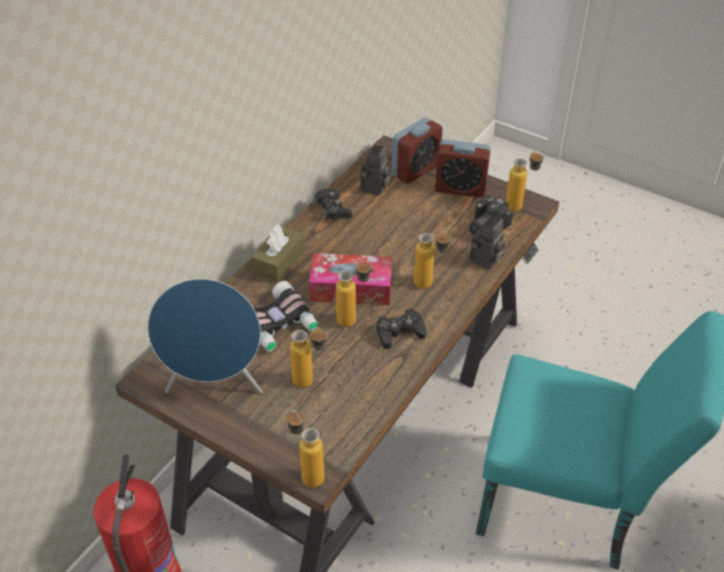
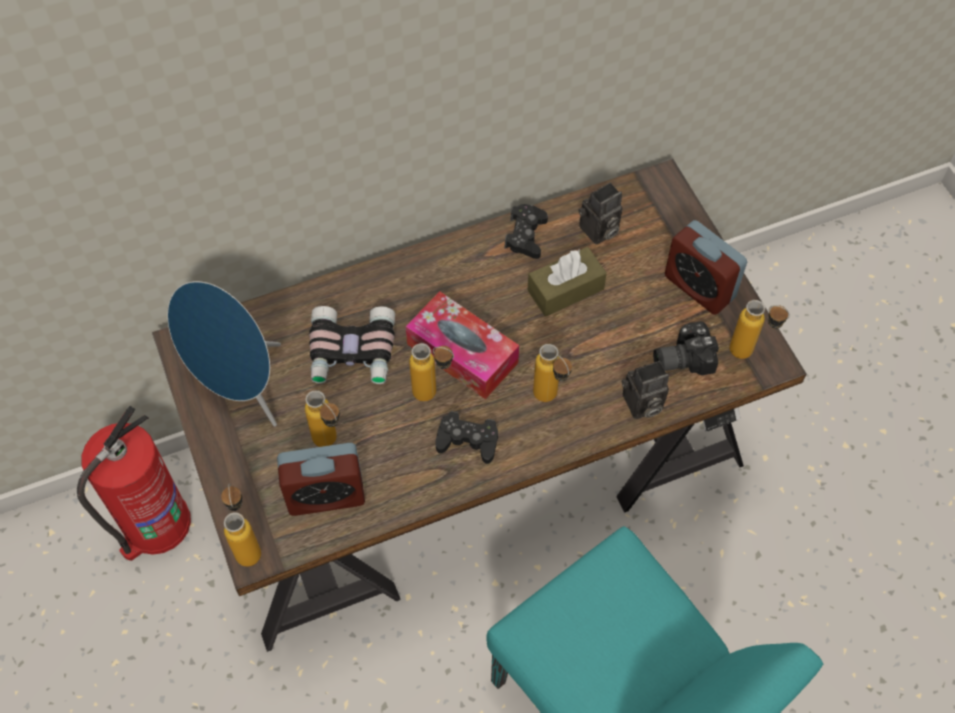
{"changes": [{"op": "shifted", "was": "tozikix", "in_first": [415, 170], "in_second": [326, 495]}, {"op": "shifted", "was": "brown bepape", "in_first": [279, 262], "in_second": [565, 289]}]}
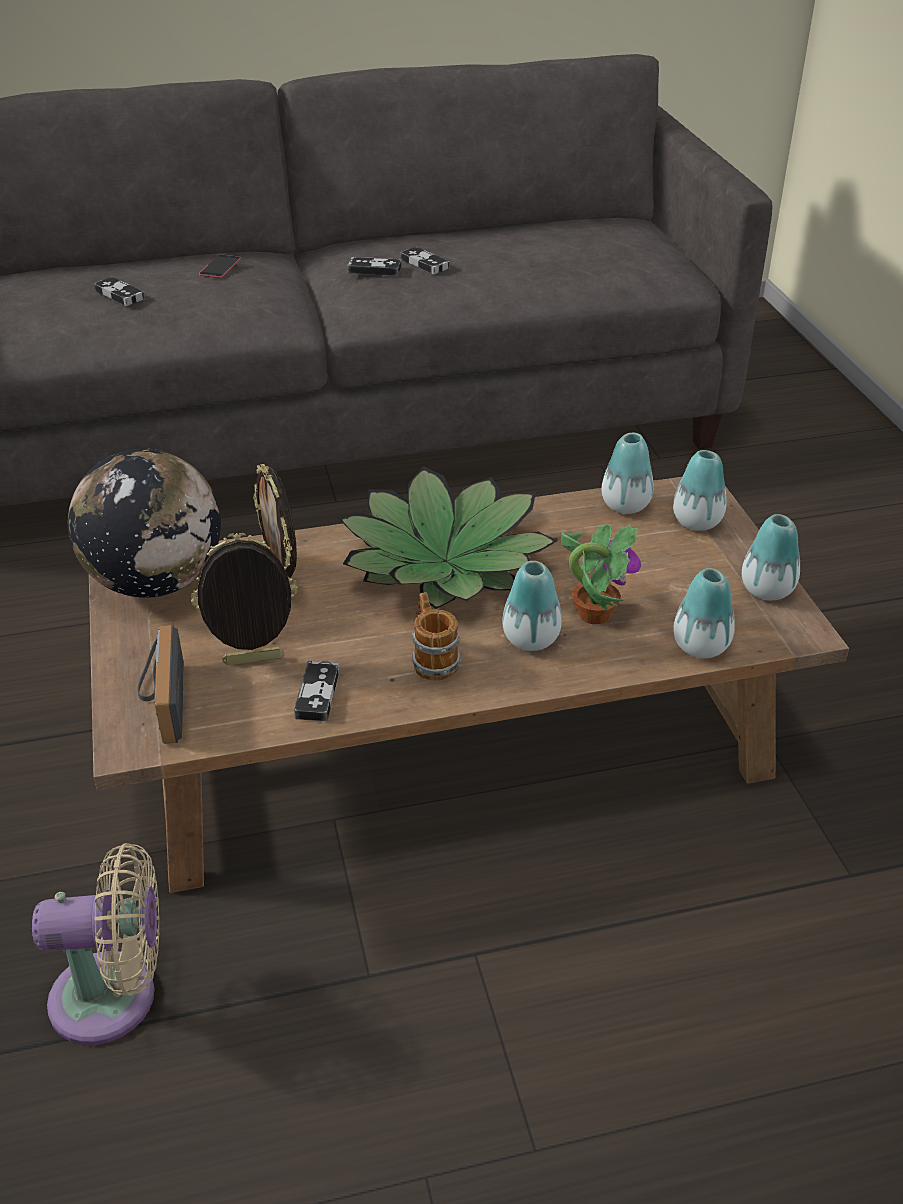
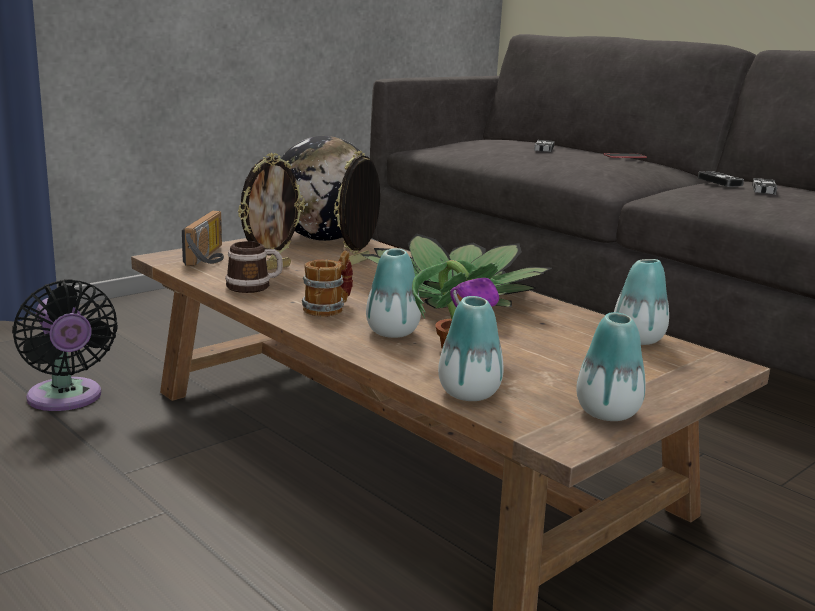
{"changes": [{"op": "repainted", "was": "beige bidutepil", "now": "black bidutepil", "in_first": [115, 997], "in_second": [66, 399]}, {"op": "rotated", "was": "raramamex", "in_first": [160, 701], "in_second": [210, 256], "clockwise": 135}, {"op": "swapped", "was": "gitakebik", "now": "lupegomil", "in_first": [317, 694], "in_second": [254, 286]}, {"op": "rotated", "was": "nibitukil", "in_first": [253, 662], "in_second": [270, 268], "clockwise": 90}, {"op": "gone", "was": "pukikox", "in_first": [696, 522]}]}
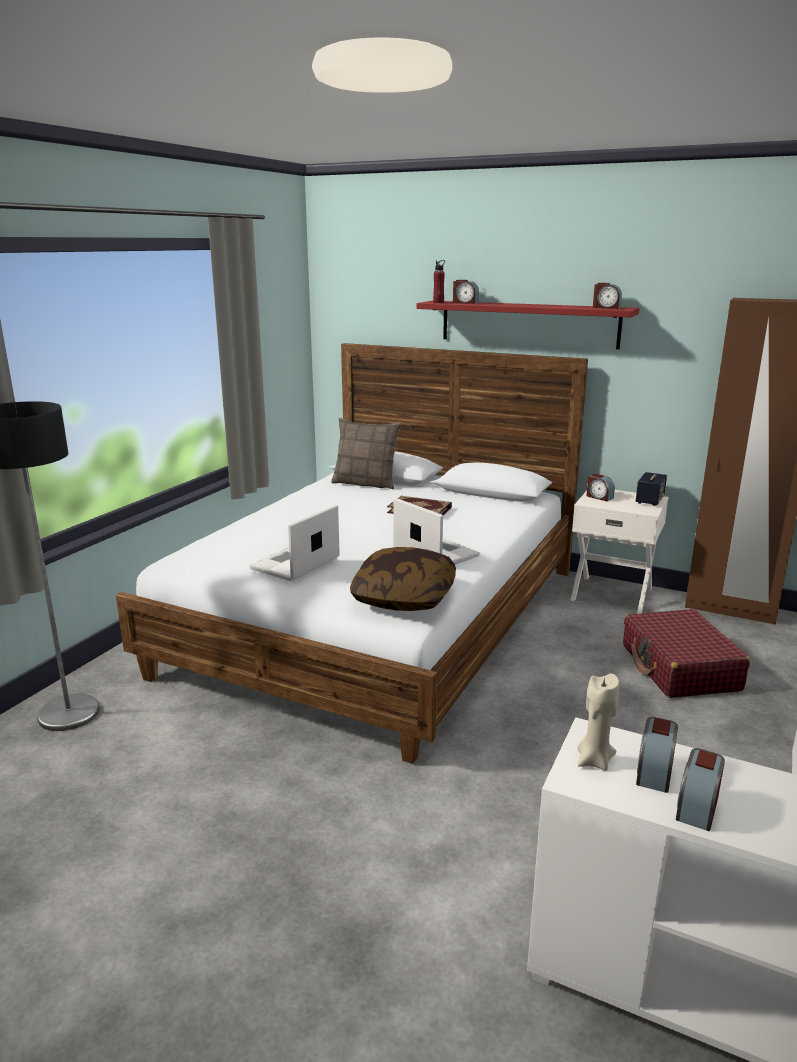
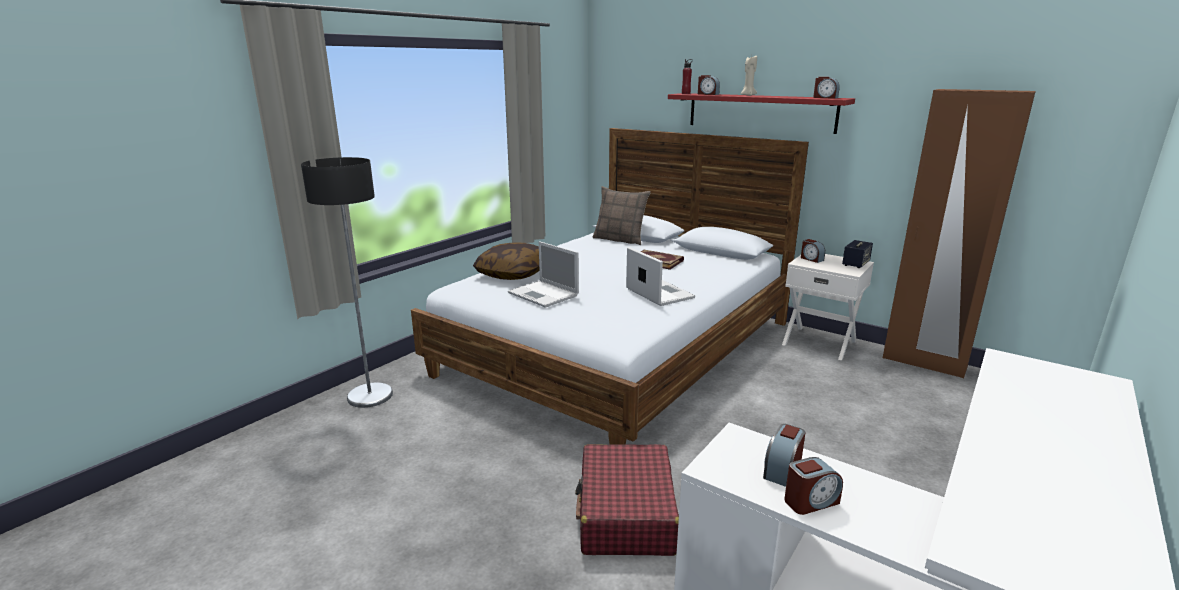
{"changes": [{"op": "shifted", "was": "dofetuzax", "in_first": [404, 597], "in_second": [513, 274]}, {"op": "rotated", "was": "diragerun", "in_first": [294, 564], "in_second": [544, 294], "clockwise": -90}, {"op": "shifted", "was": "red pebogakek", "in_first": [679, 668], "in_second": [626, 513]}, {"op": "shifted", "was": "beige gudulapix", "in_first": [594, 761], "in_second": [747, 95]}, {"op": "rotated", "was": "tozikix", "in_first": [696, 807], "in_second": [810, 501], "clockwise": -150}]}
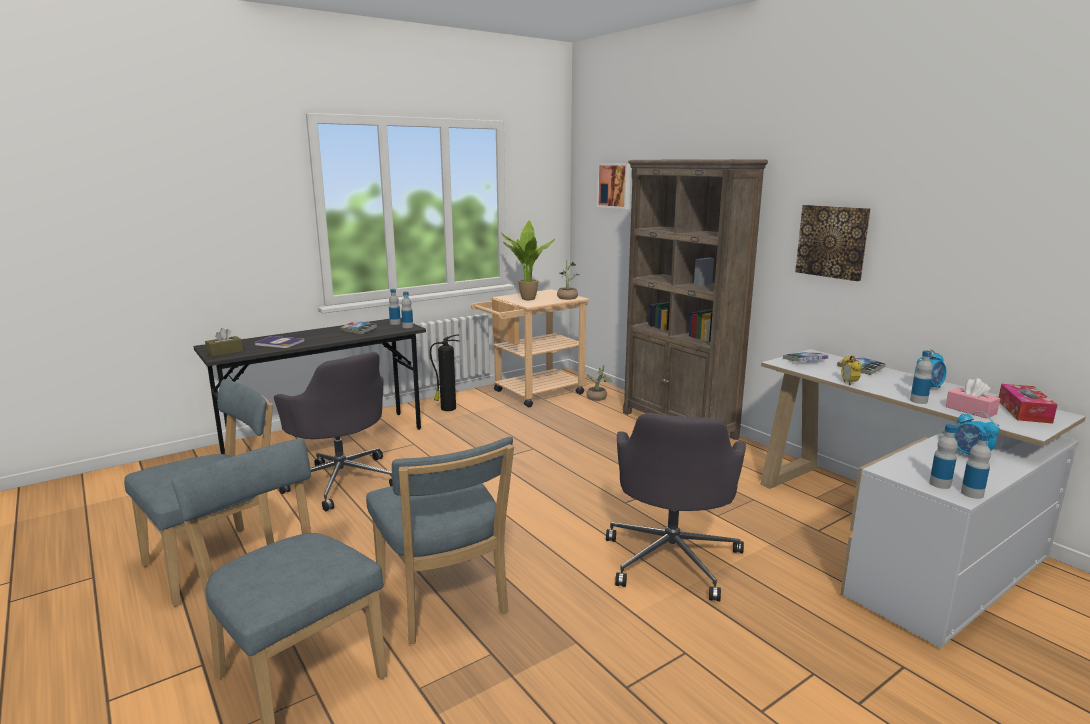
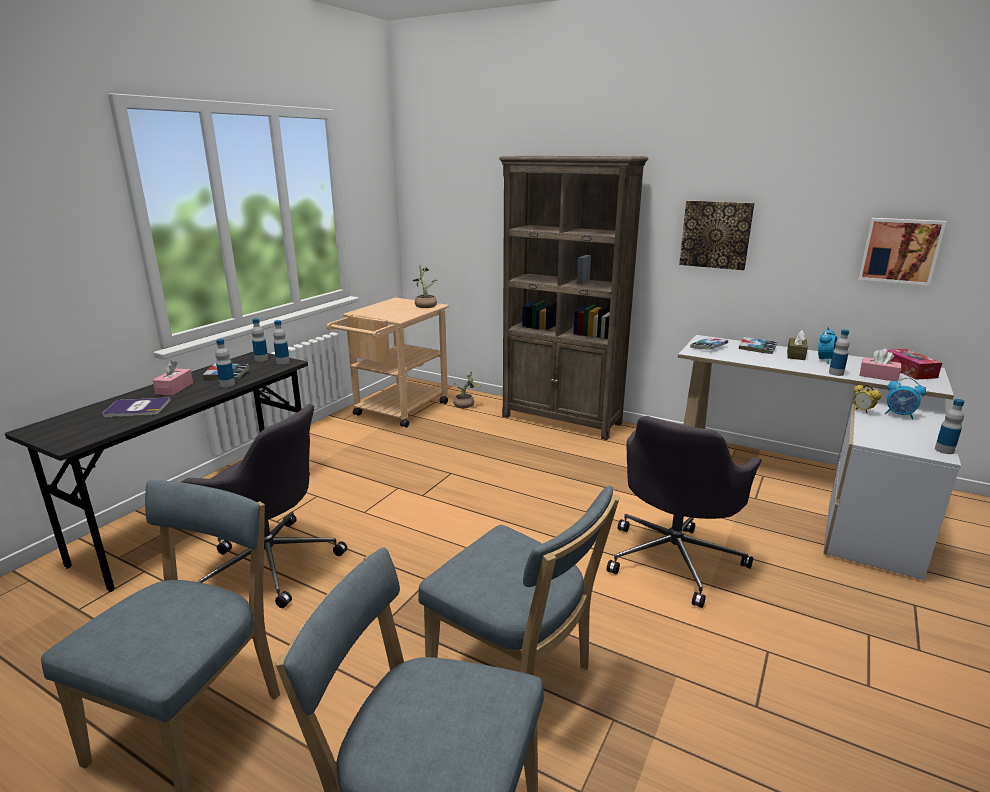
{"changes": [{"op": "new", "now": "pink bepape", "in_second": [174, 388]}, {"op": "shifted", "was": "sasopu", "in_first": [940, 484], "in_second": [227, 384]}, {"op": "rotated", "was": "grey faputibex", "in_first": [672, 558], "in_second": [674, 558], "clockwise": 45}, {"op": "shifted", "was": "brown bepape", "in_first": [225, 352], "in_second": [796, 355]}, {"op": "shifted", "was": "tozikix", "in_first": [849, 383], "in_second": [862, 411]}, {"op": "shifted", "was": "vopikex", "in_first": [615, 185], "in_second": [900, 250]}, {"op": "gone", "was": "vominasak", "in_first": [447, 408]}, {"op": "gone", "was": "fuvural", "in_first": [526, 299]}]}
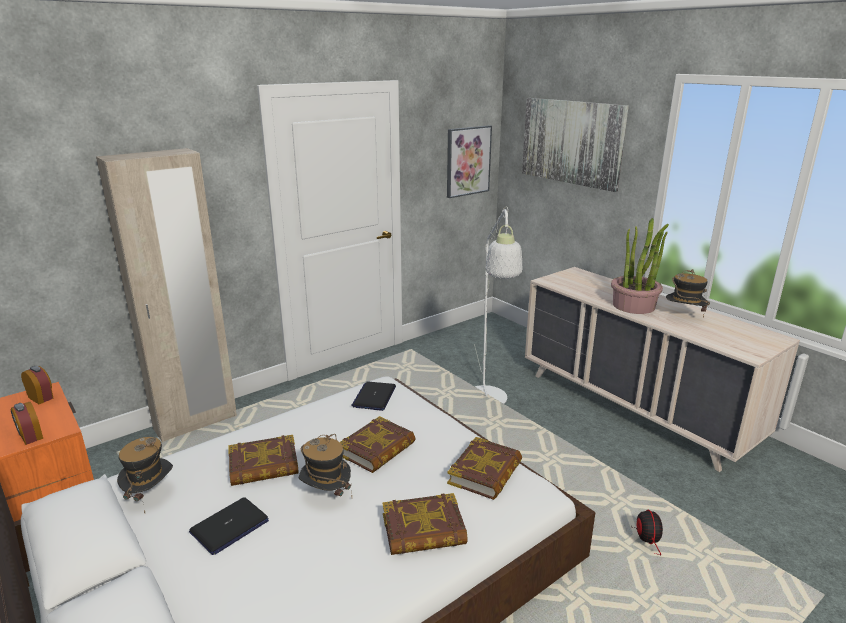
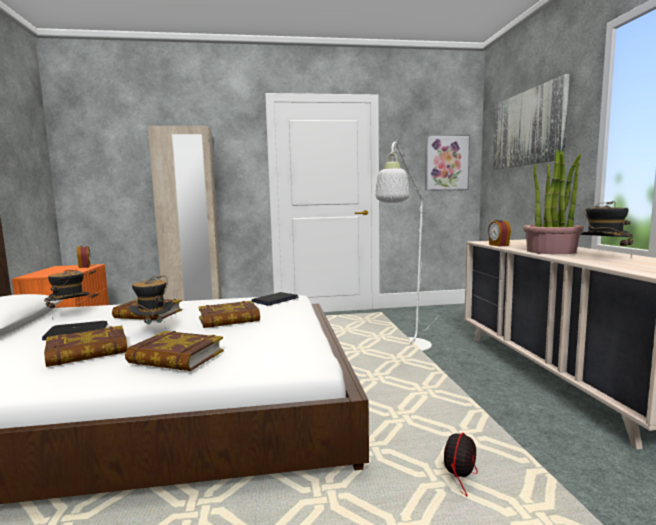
{"changes": [{"op": "shifted", "was": "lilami", "in_first": [485, 473], "in_second": [88, 352]}, {"op": "shifted", "was": "tozikix", "in_first": [30, 436], "in_second": [498, 245]}]}
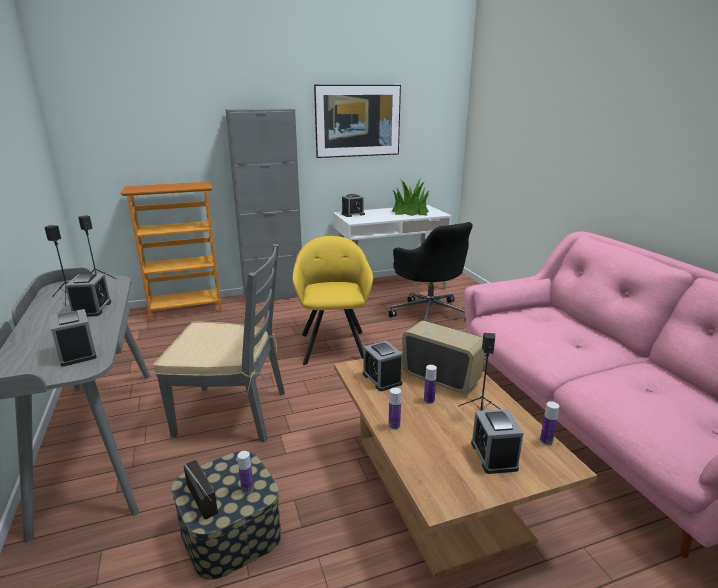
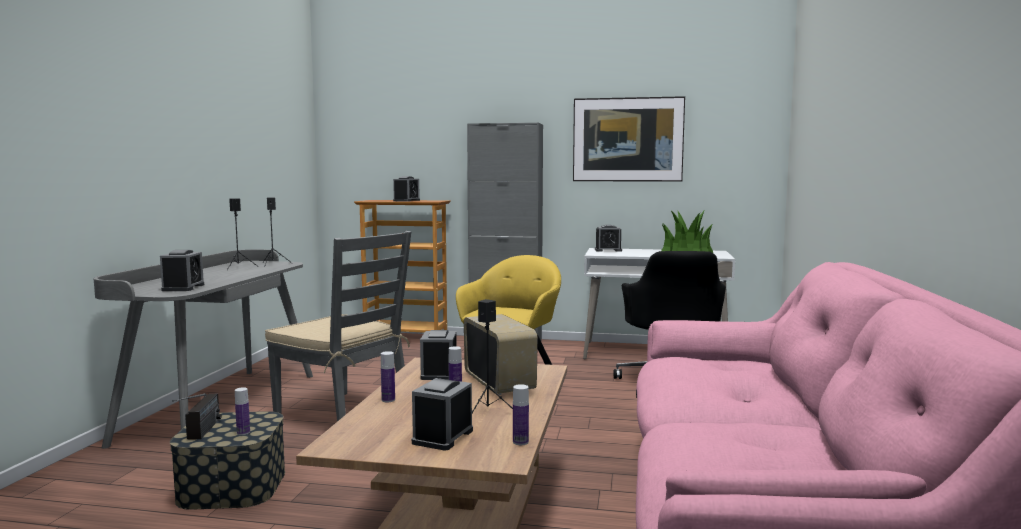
{"changes": [{"op": "shifted", "was": "tozikix", "in_first": [92, 309], "in_second": [406, 200]}]}
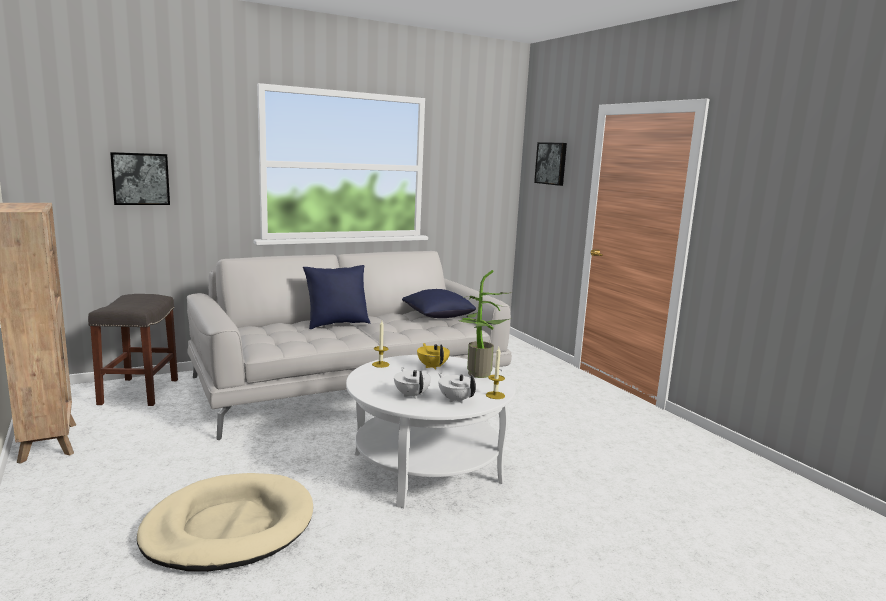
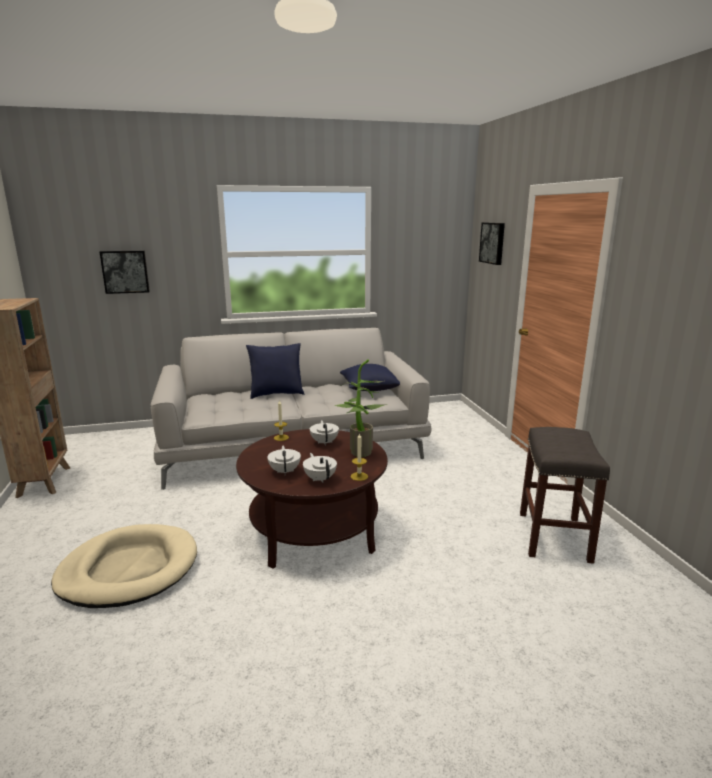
{"changes": [{"op": "repainted", "was": "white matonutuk", "now": "brown matonutuk", "in_first": [427, 467], "in_second": [315, 530]}, {"op": "repainted", "was": "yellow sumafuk", "now": "white sumafuk", "in_first": [432, 366], "in_second": [324, 442]}, {"op": "shifted", "was": "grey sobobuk", "in_first": [139, 391], "in_second": [553, 536]}]}
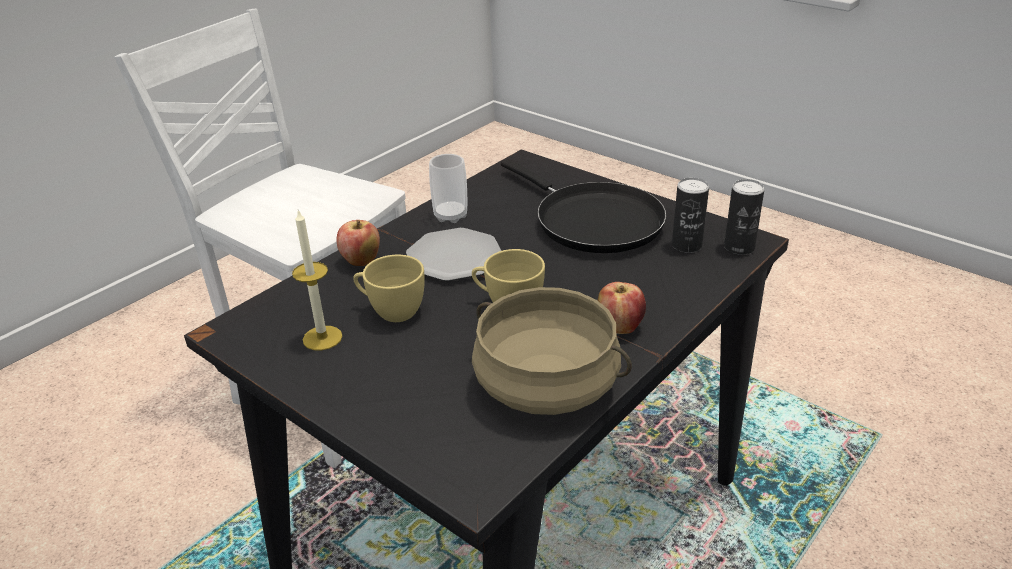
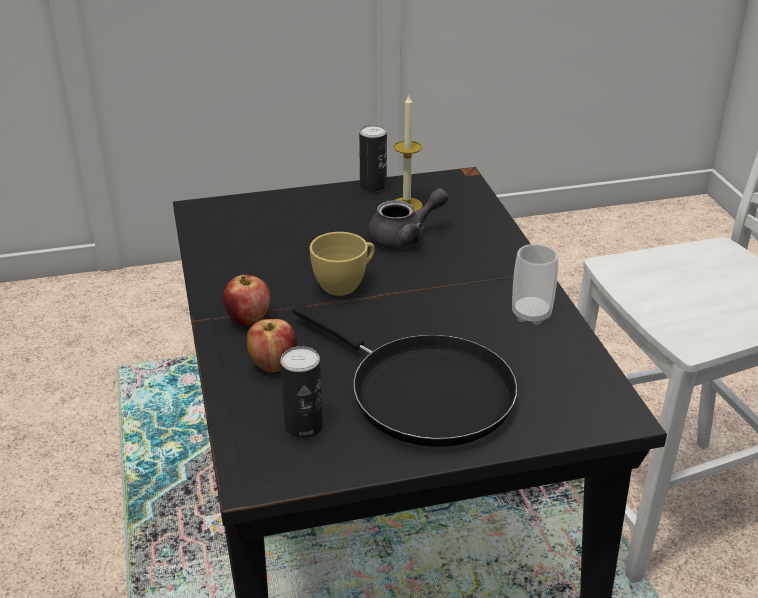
{"changes": [{"op": "shifted", "was": "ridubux", "in_first": [361, 261], "in_second": [273, 364]}, {"op": "rotated", "was": "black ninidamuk", "in_first": [592, 221], "in_second": [422, 392], "clockwise": -135}, {"op": "shifted", "was": "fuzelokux", "in_first": [739, 247], "in_second": [373, 186]}, {"op": "swapped", "was": "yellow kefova", "now": "grey sumafuk", "in_first": [391, 311], "in_second": [405, 237]}, {"op": "gone", "was": "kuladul", "in_first": [455, 257]}, {"op": "gone", "was": "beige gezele", "in_first": [547, 385]}]}
